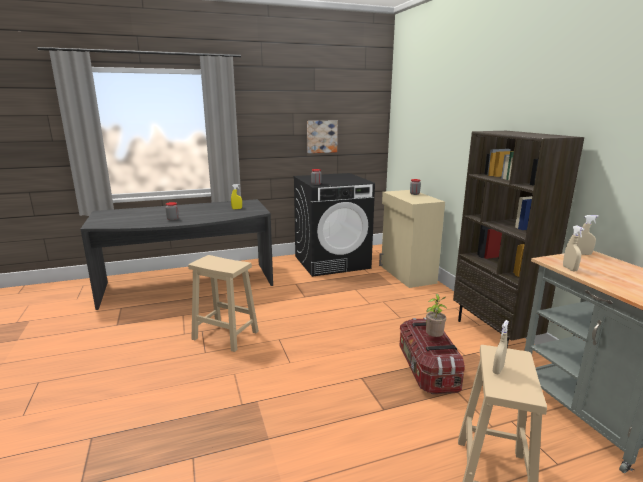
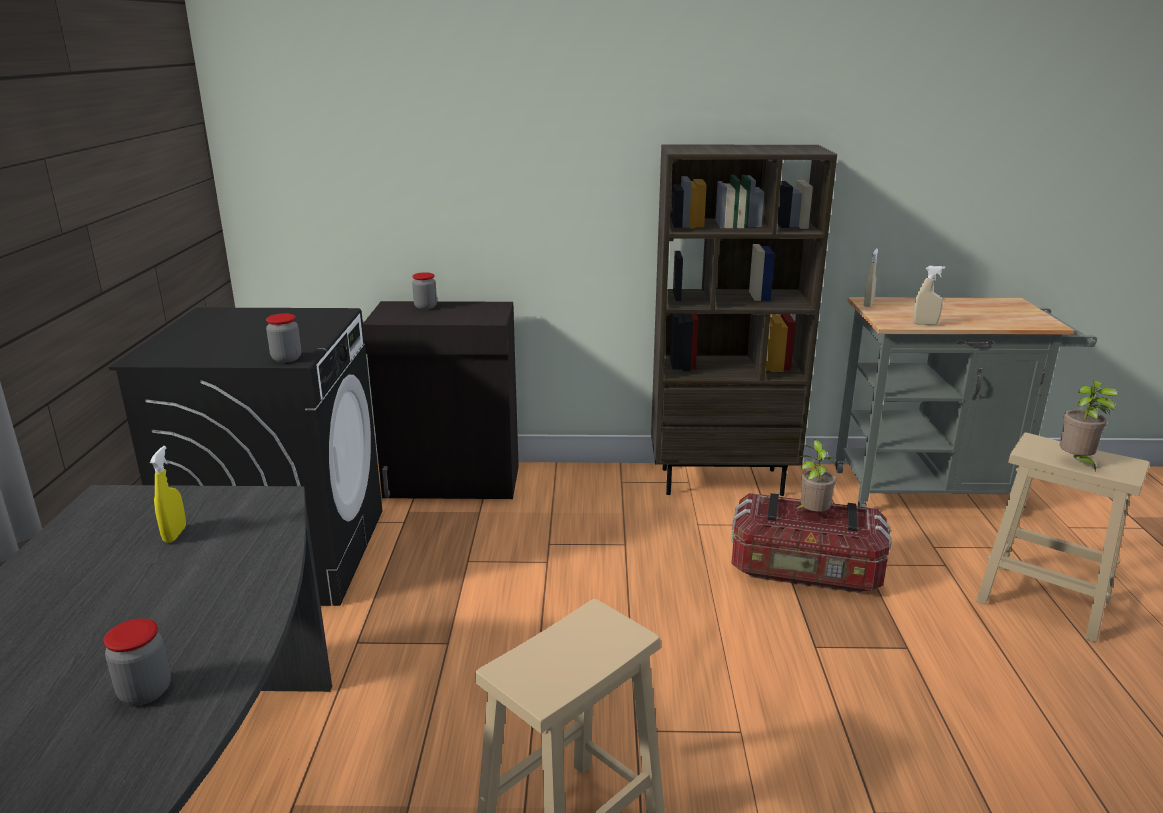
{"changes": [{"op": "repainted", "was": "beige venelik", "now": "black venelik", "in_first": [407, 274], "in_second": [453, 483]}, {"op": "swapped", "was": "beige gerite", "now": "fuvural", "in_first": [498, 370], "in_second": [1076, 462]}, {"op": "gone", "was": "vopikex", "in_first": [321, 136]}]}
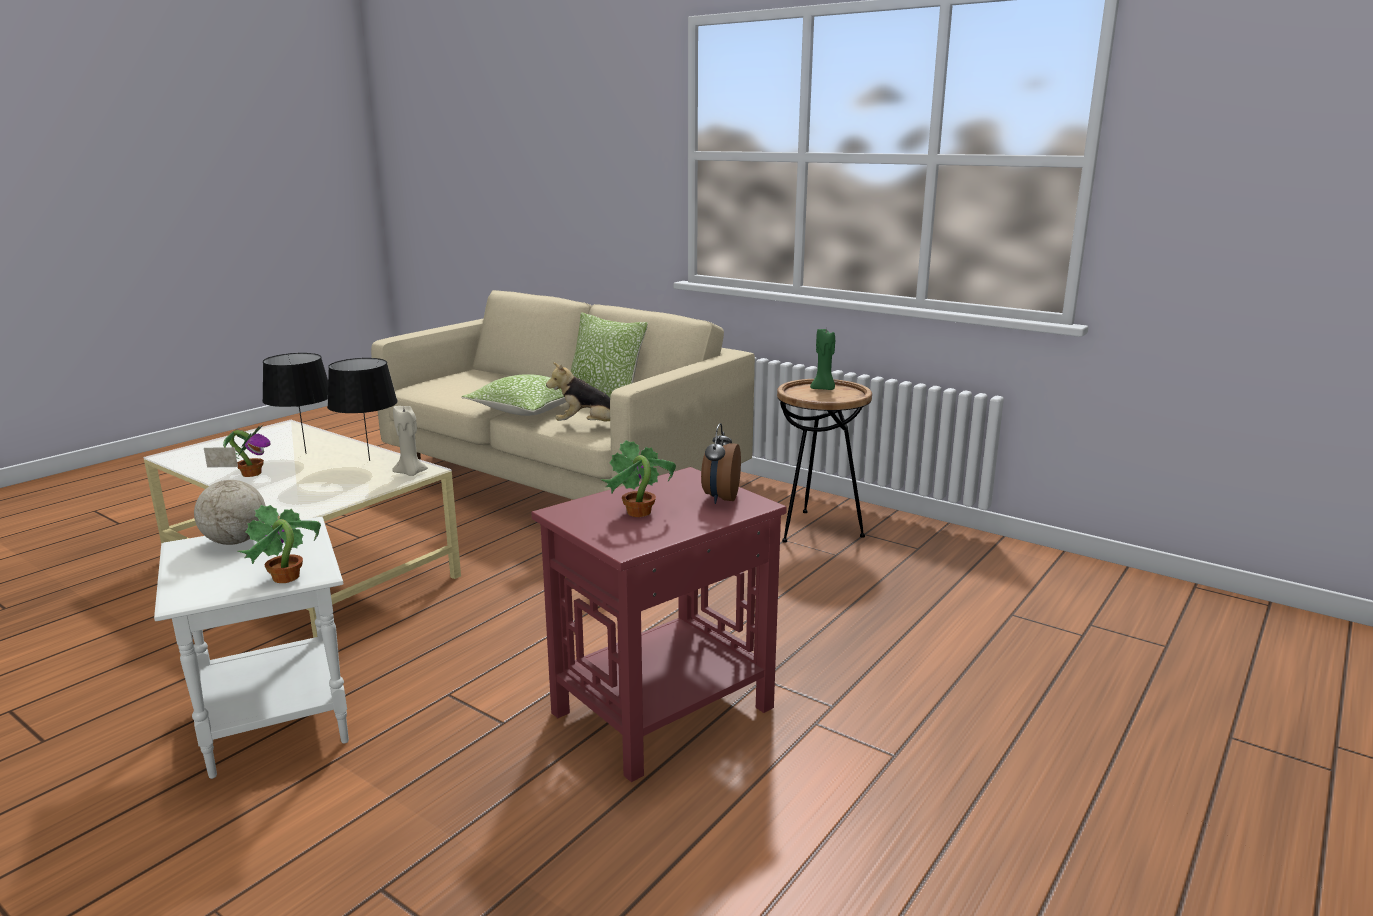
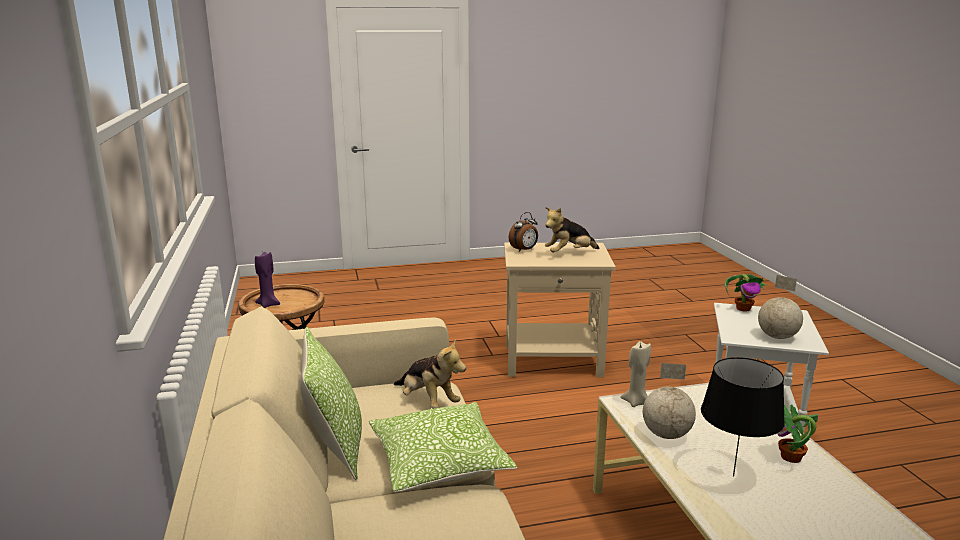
{"changes": [{"op": "repainted", "was": "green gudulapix", "now": "purple gudulapix", "in_first": [823, 389], "in_second": [268, 304]}, {"op": "repainted", "was": "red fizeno", "now": "beige fizeno", "in_first": [661, 709], "in_second": [553, 360]}, {"op": "swapped", "was": "fuvural", "now": "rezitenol", "in_first": [638, 513], "in_second": [569, 254]}, {"op": "swapped", "was": "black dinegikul", "now": "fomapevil", "in_first": [370, 461], "in_second": [666, 434]}]}
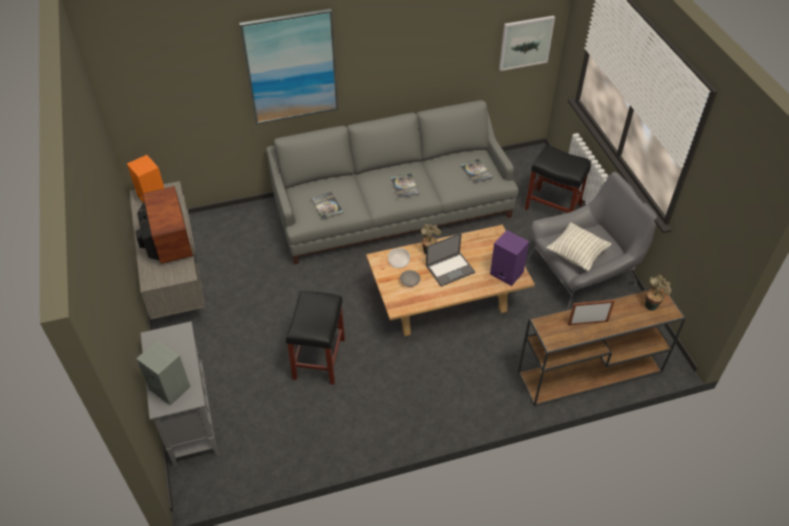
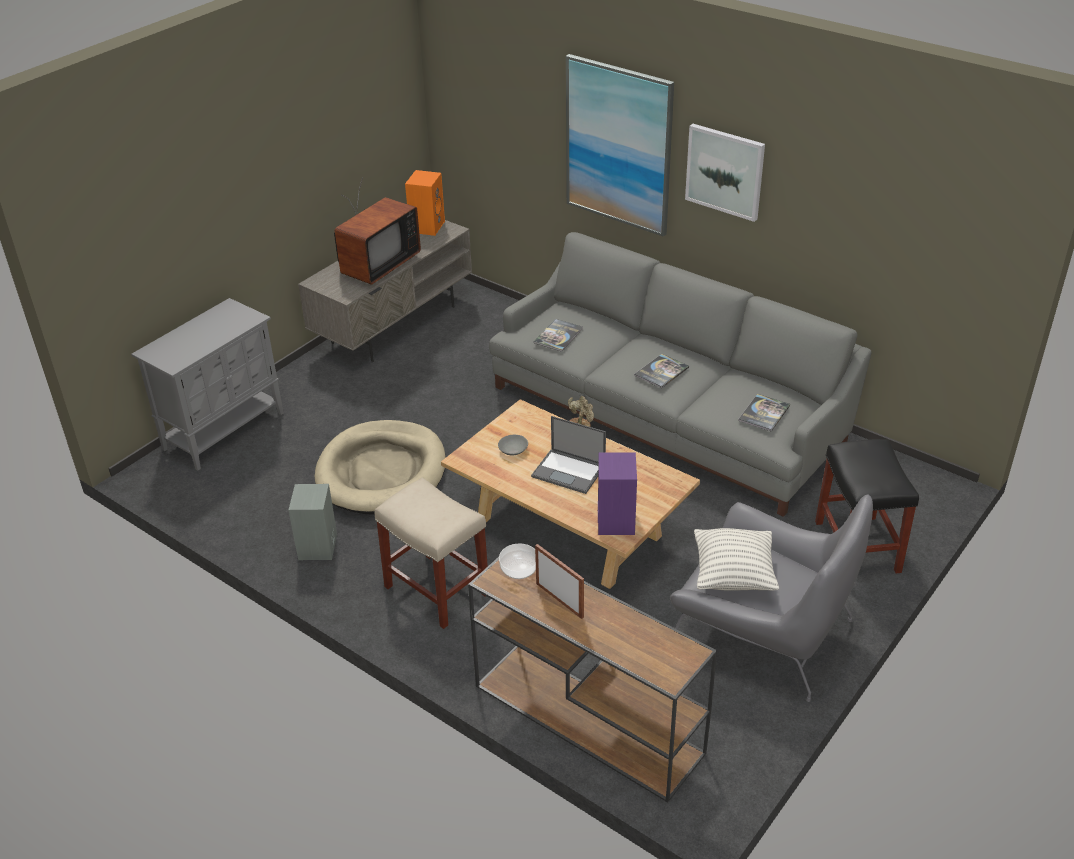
{"changes": [{"op": "shifted", "was": "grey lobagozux", "in_first": [171, 388], "in_second": [318, 547]}, {"op": "swapped", "was": "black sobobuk", "now": "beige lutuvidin", "in_first": [319, 357], "in_second": [382, 472]}, {"op": "new", "now": "beige sobobuk", "in_second": [438, 590]}, {"op": "shifted", "was": "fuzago", "in_first": [399, 262], "in_second": [519, 569]}, {"op": "shifted", "was": "vopikex", "in_first": [525, 42], "in_second": [725, 171]}, {"op": "gone", "was": "fuvural", "in_first": [651, 305]}]}
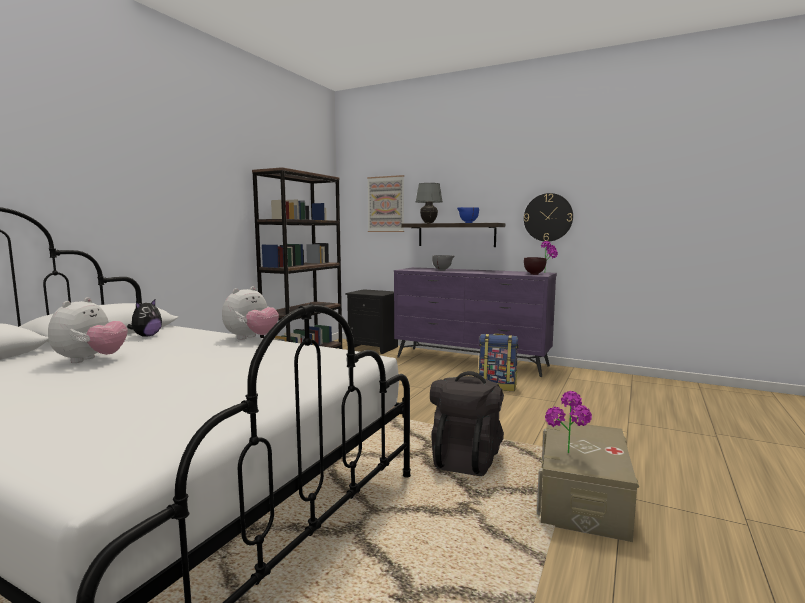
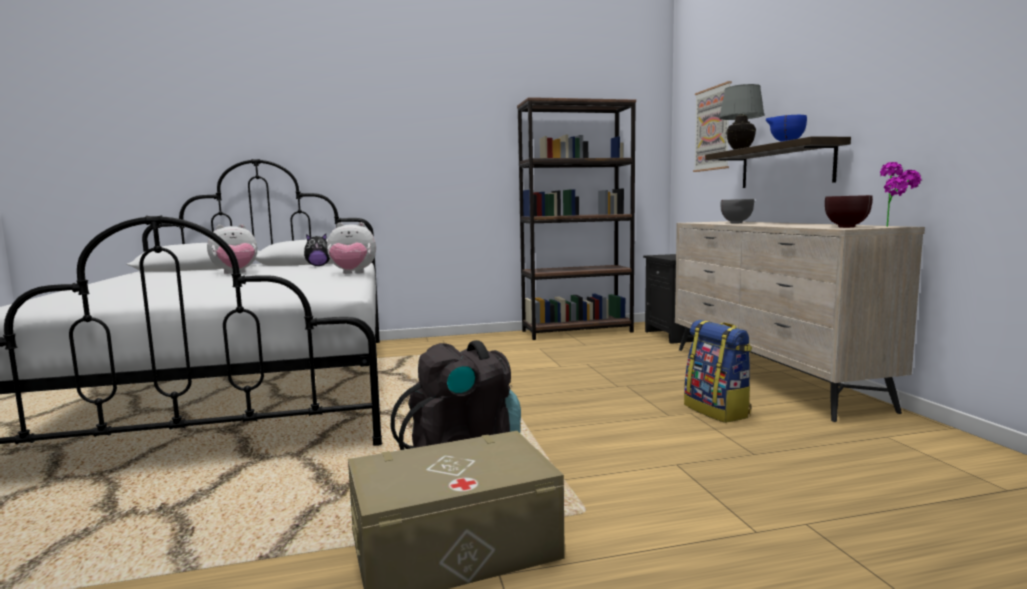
{"changes": [{"op": "repainted", "was": "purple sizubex", "now": "beige sizubex", "in_first": [471, 361], "in_second": [768, 376]}, {"op": "gone", "was": "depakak", "in_first": [548, 217]}, {"op": "gone", "was": "fuvural", "in_first": [567, 456]}]}
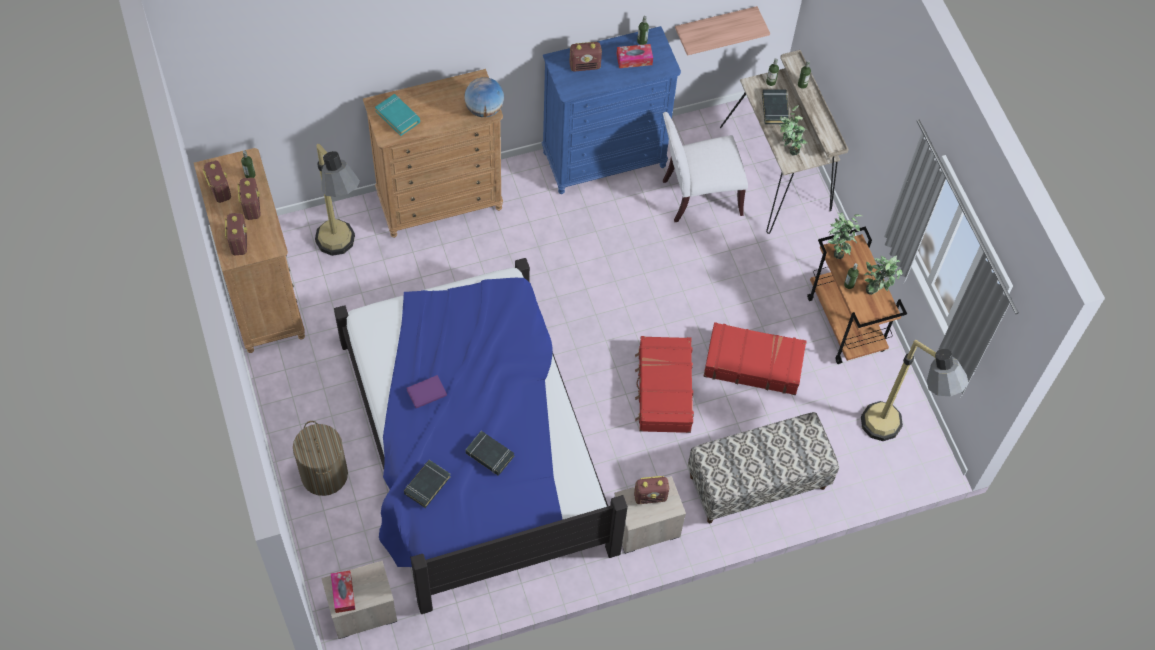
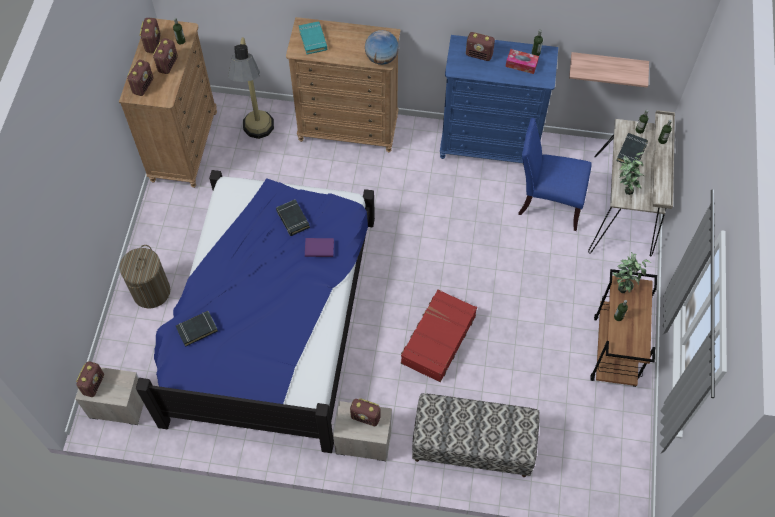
{"changes": [{"op": "swapped", "was": "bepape", "now": "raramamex", "in_first": [343, 593], "in_second": [93, 384]}, {"op": "shifted", "was": "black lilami", "in_first": [489, 455], "in_second": [292, 219]}, {"op": "shifted", "was": "purple lilami", "in_first": [426, 393], "in_second": [319, 248]}, {"op": "repainted", "was": "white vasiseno", "now": "blue vasiseno", "in_first": [698, 196], "in_second": [547, 202]}, {"op": "gone", "was": "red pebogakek", "in_first": [753, 363]}, {"op": "gone", "was": "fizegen", "in_first": [894, 436]}, {"op": "gone", "was": "fuvural", "in_first": [876, 289]}]}
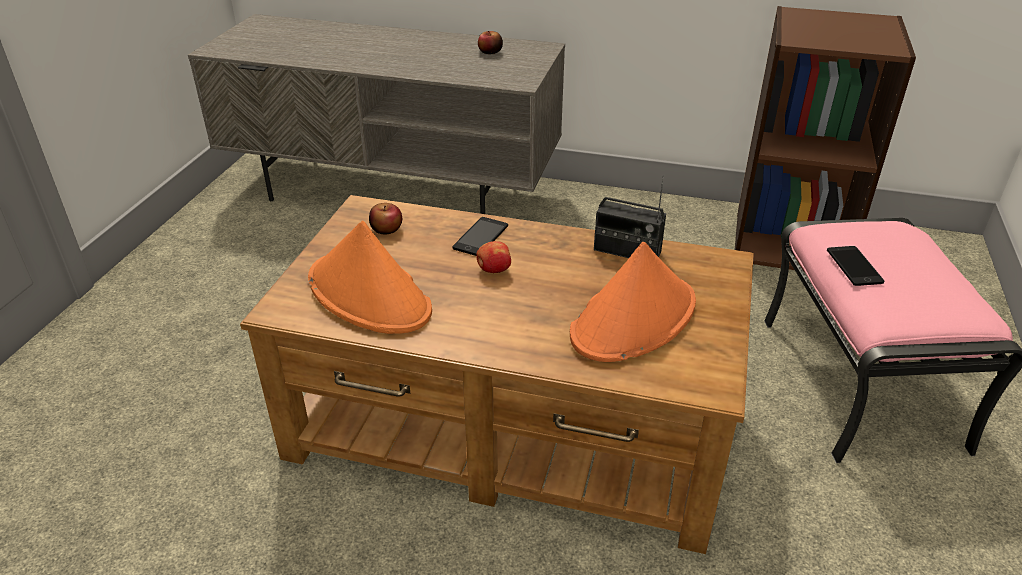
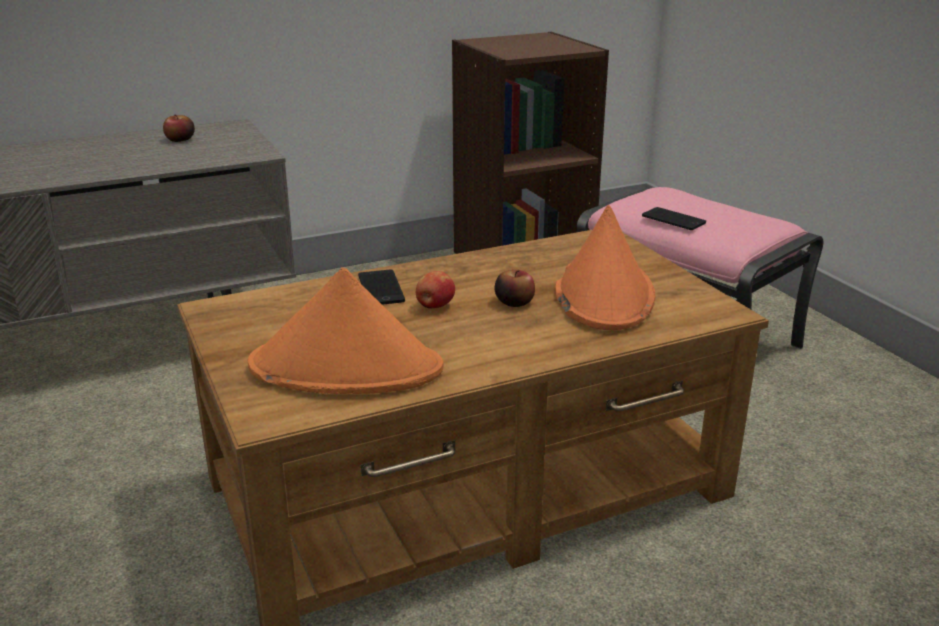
{"changes": [{"op": "shifted", "was": "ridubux", "in_first": [386, 229], "in_second": [514, 302]}, {"op": "gone", "was": "raramamex", "in_first": [627, 251]}]}
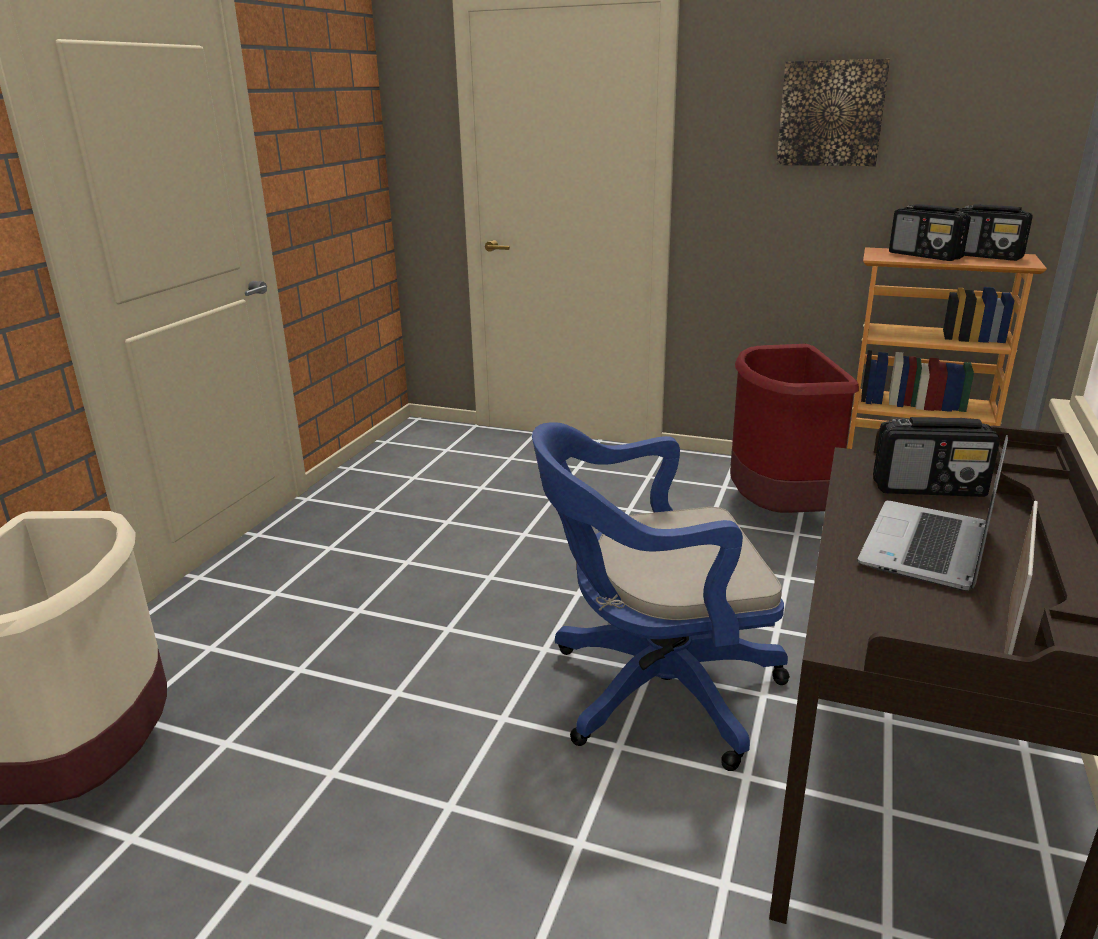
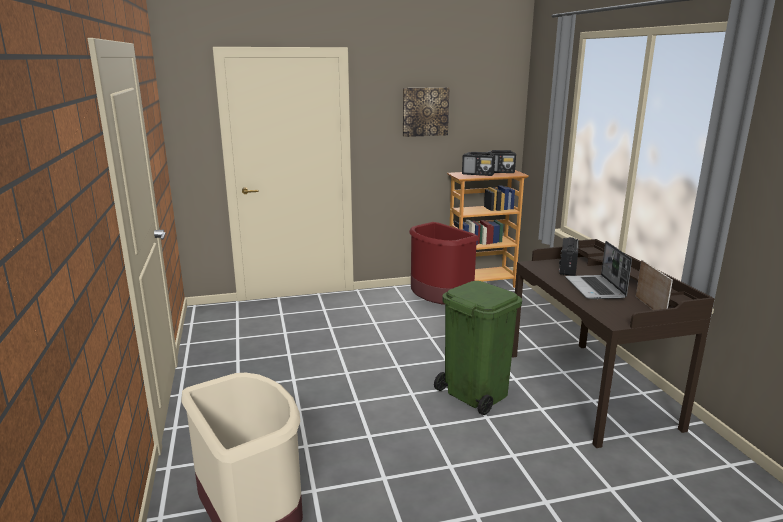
{"changes": [{"op": "swapped", "was": "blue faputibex", "now": "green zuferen", "in_first": [652, 691], "in_second": [474, 393]}, {"op": "rotated", "was": "raramamex", "in_first": [929, 488], "in_second": [567, 269], "clockwise": 135}]}
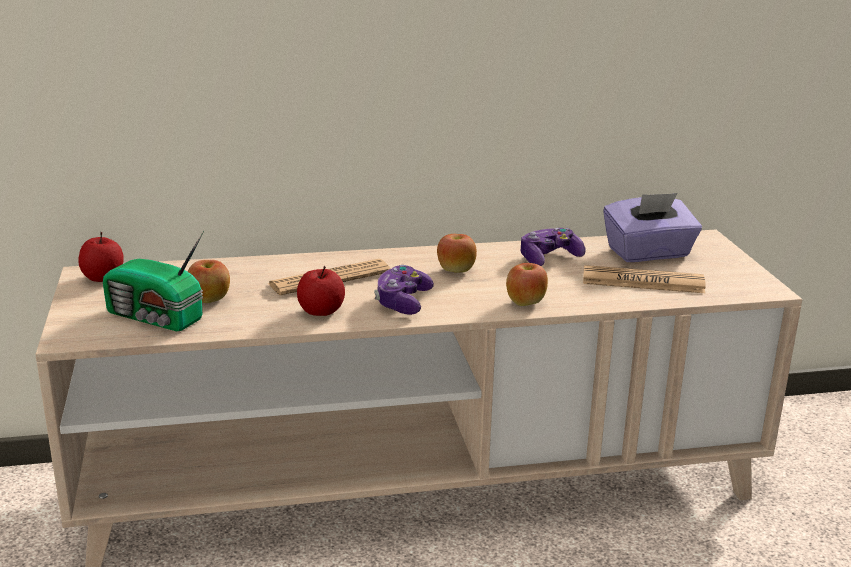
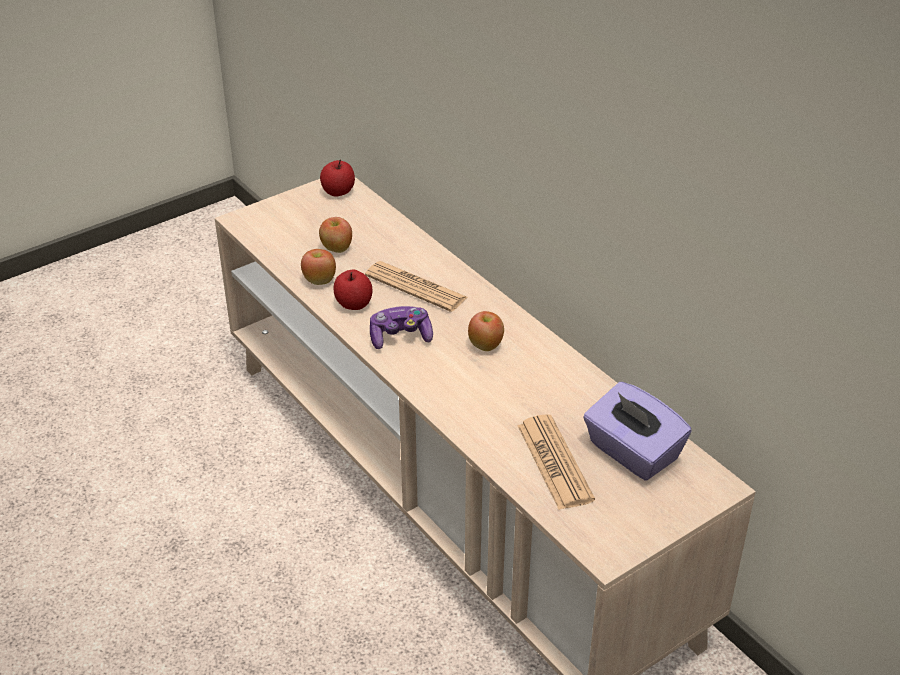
{"changes": [{"op": "shifted", "was": "ridubux", "in_first": [525, 303], "in_second": [319, 280]}, {"op": "gone", "was": "raramamex", "in_first": [155, 318]}, {"op": "gone", "was": "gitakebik", "in_first": [549, 258]}]}
